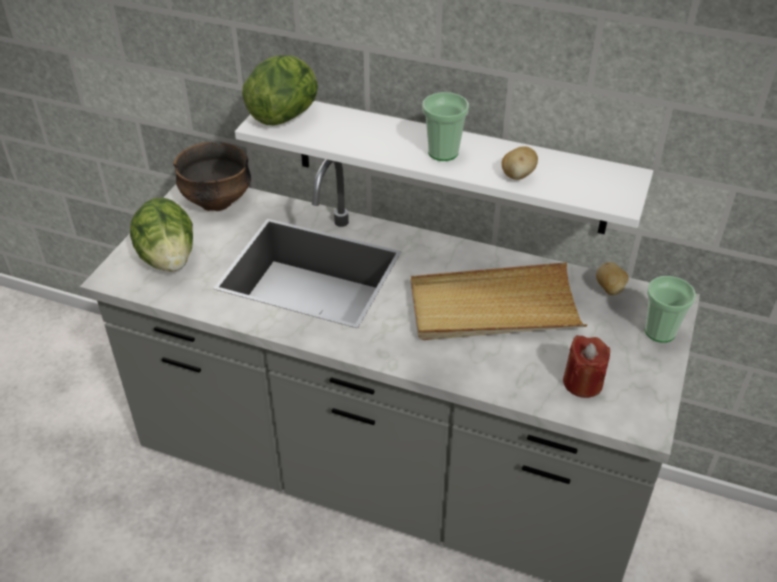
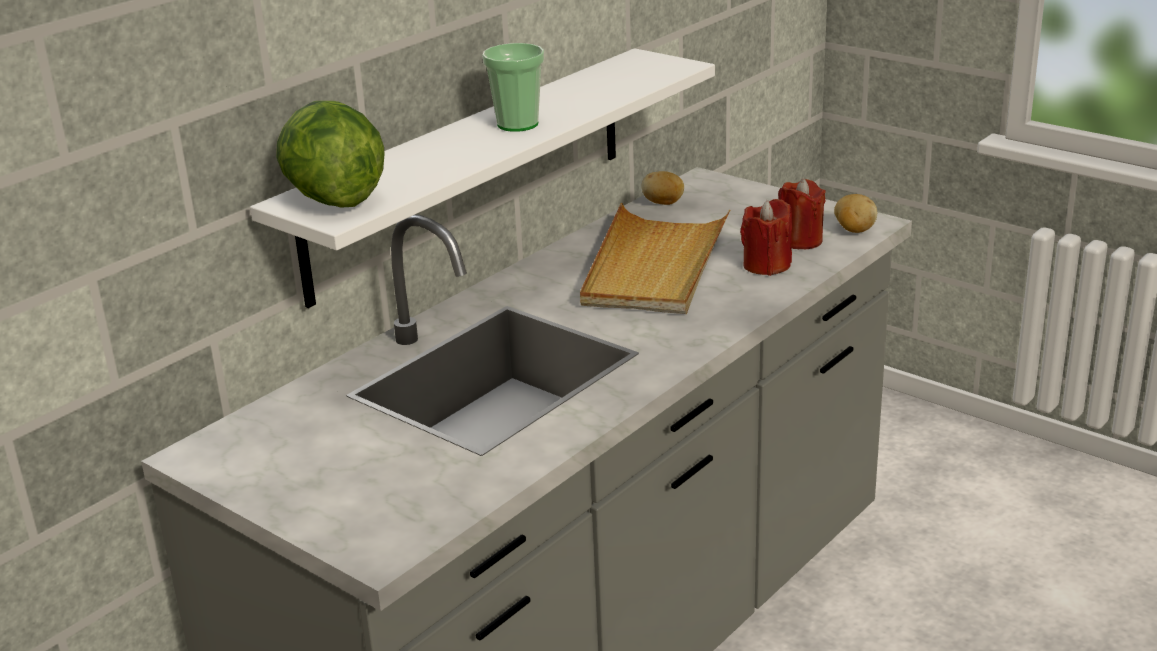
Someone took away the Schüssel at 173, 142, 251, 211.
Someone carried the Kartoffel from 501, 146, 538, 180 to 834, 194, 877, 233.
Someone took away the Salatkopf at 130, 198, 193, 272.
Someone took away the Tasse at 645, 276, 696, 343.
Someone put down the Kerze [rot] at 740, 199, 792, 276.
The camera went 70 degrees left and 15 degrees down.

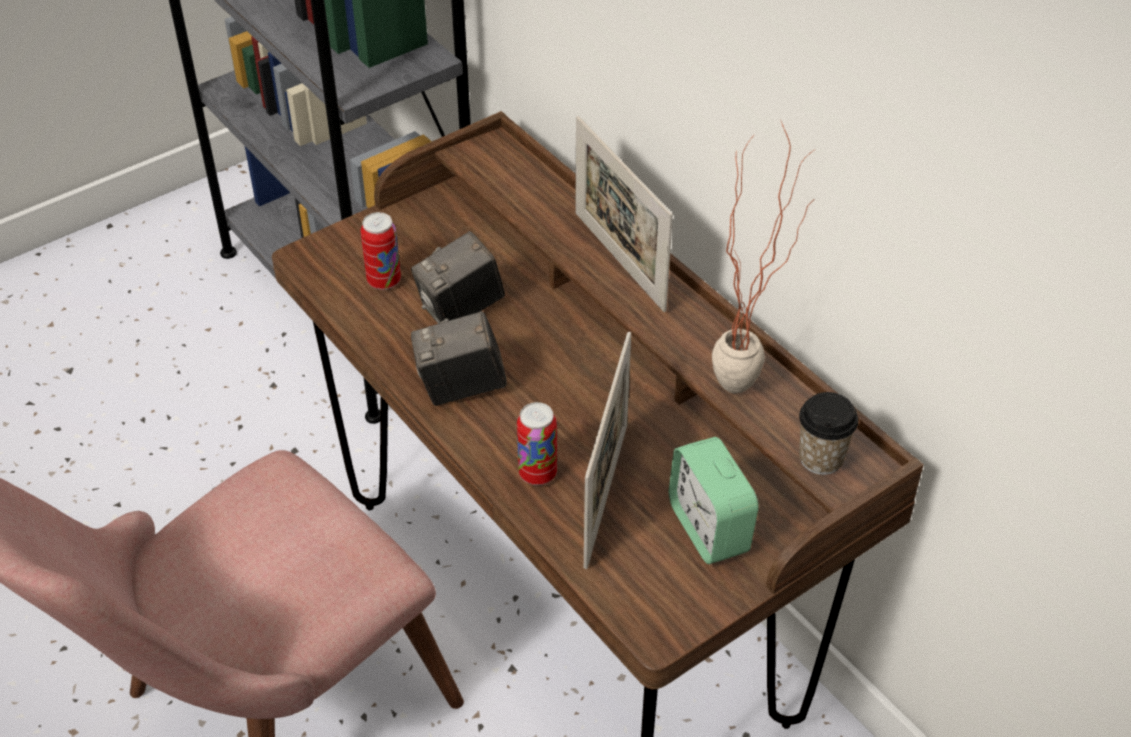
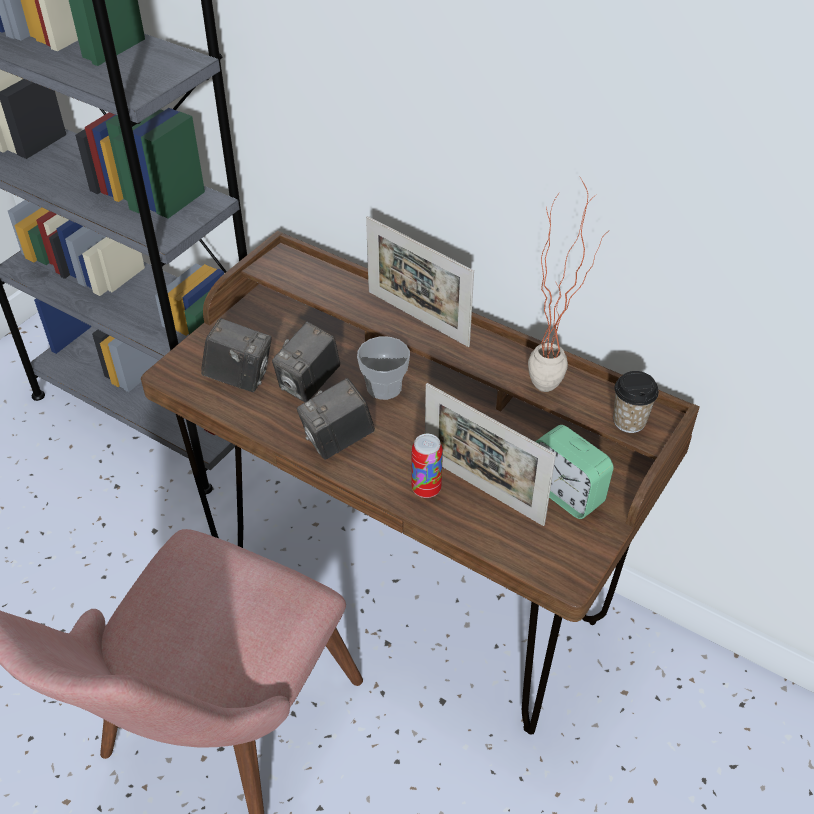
Someone swapped the Dose at 361, 212, 401, 290 for the Kamera at 201, 318, 272, 392.
Someone rotated the Bilderrahmen at 584, 332, 631, 569 by 135 degrees clockwise.
Someone put down the Tasse at 357, 336, 410, 400.
The camera went 20 degrees left and 0 degrees up.

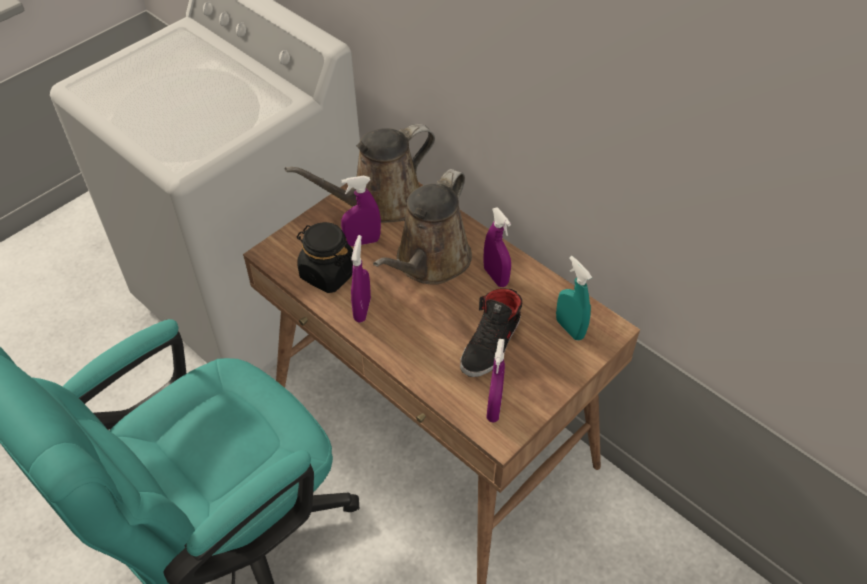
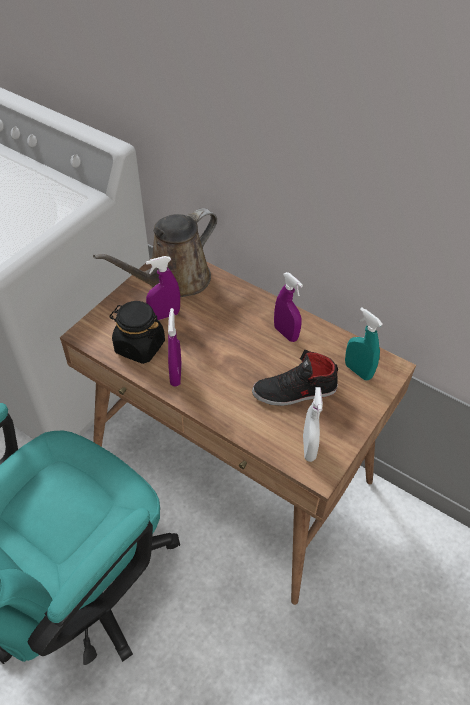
Someone took away the Gießkanne [braun] at 373, 169, 472, 284.
Someone rotated the Schuh [schwarz] at 460, 288, 522, 377 by 60 degrees clockwise.
Someone repainted the Sprühflasche [lila] at 486, 339, 505, 422, which became the Sprühflasche [weiß] at 303, 387, 323, 462.
The camera went 10 degrees left and 0 degrees up.

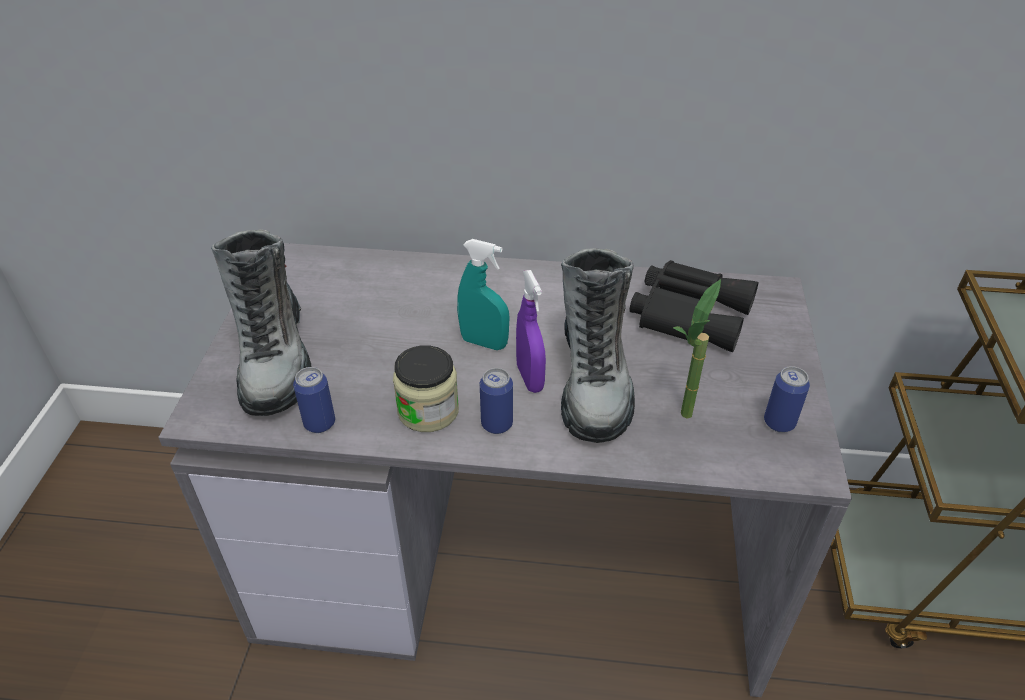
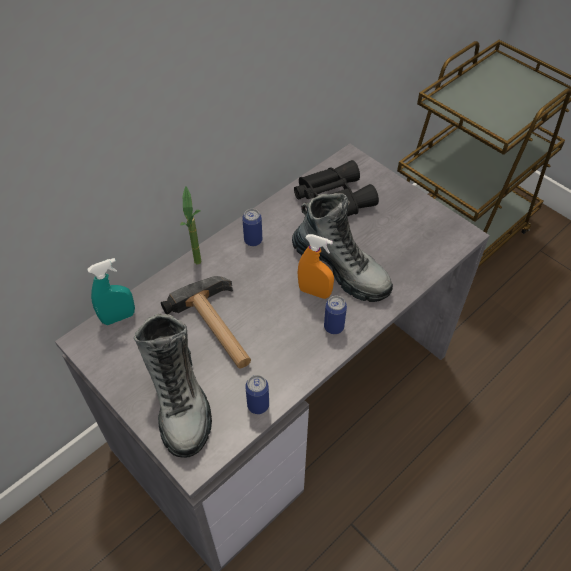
Someone rotated the Stiefel at 211, 229, 311, 416 by 45 degrees clockwise.
Someone carried the Sprühflasche [türkis] from 457, 239, 510, 350 to 87, 258, 135, 325.
Someone repainted the Sprühflasche [lila] at 516, 270, 546, 393, which became the Sprühflasche [orange] at 298, 234, 334, 299.
Someone carried the Topfpflanze from 673, 279, 721, 418 to 180, 186, 201, 264.
Someone took away the Vorratsglas at 393, 345, 459, 432.
Someone carried the Dose from 764, 366, 810, 433 to 242, 209, 262, 246.
Someone put down the Hammer at 161, 276, 251, 368.
The camera went 50 degrees left and 10 degrees up.

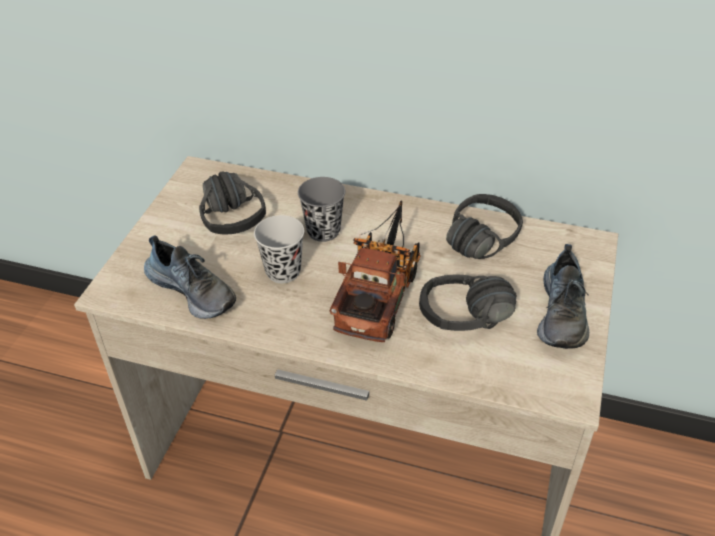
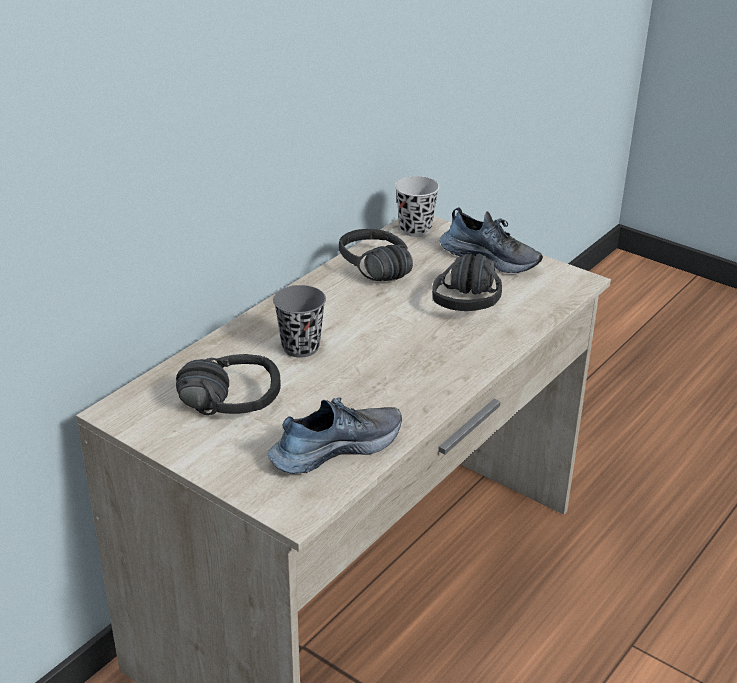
Someone took away the Spielzeuglaster at 330, 200, 421, 342.
Someone carried the Tasse [schwarz] from 254, 215, 304, 283 to 395, 176, 439, 237.
The camera went 70 degrees left and 10 degrees down.

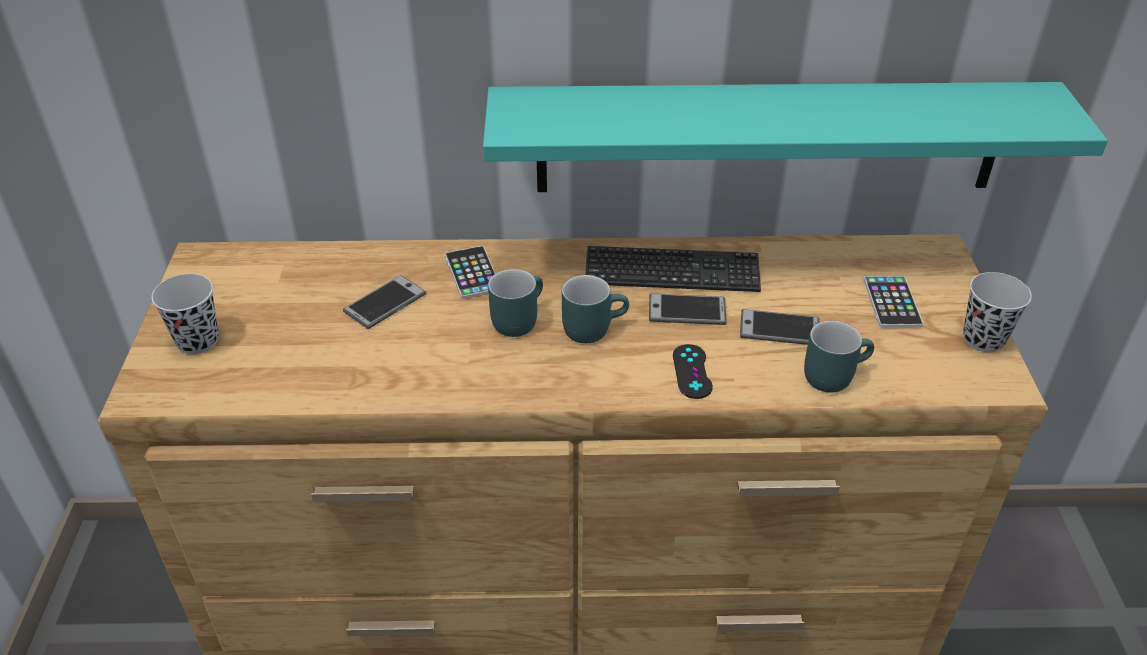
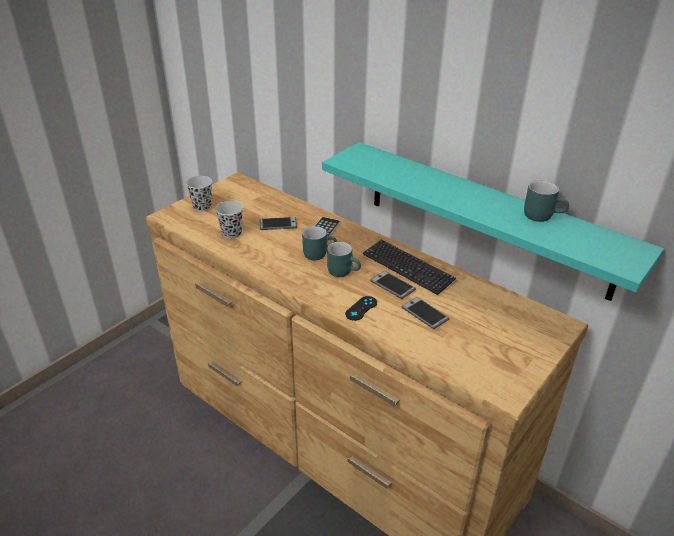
Someone carried the Tasse [schwarz] from 963, 272, 1032, 352 to 215, 201, 243, 239.
Someone took away the Handy at 864, 276, 923, 328.
Someone carried the Henkelbecher [türkis] from 804, 321, 874, 393 to 524, 181, 569, 222.
The camera went 40 degrees right and 5 degrees down.

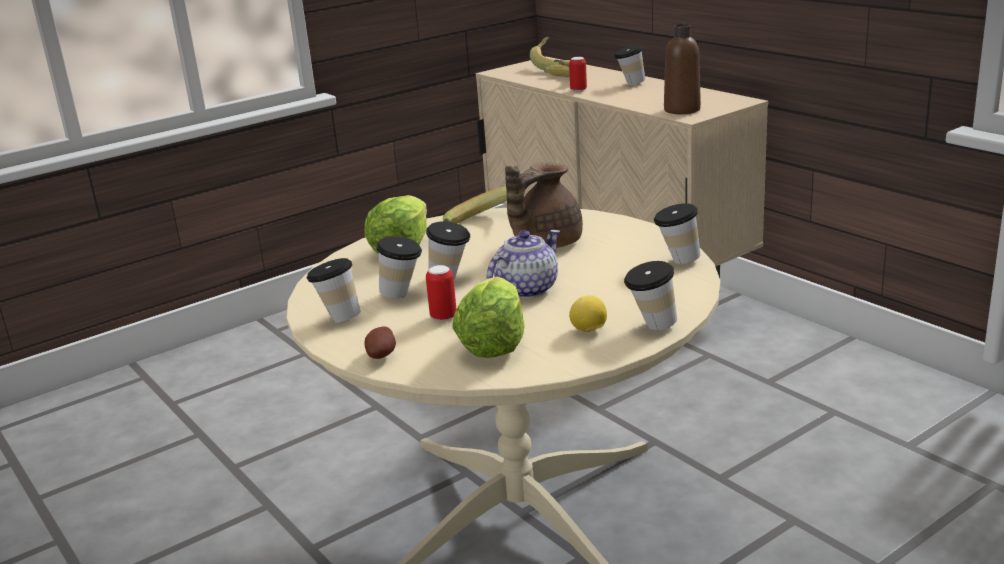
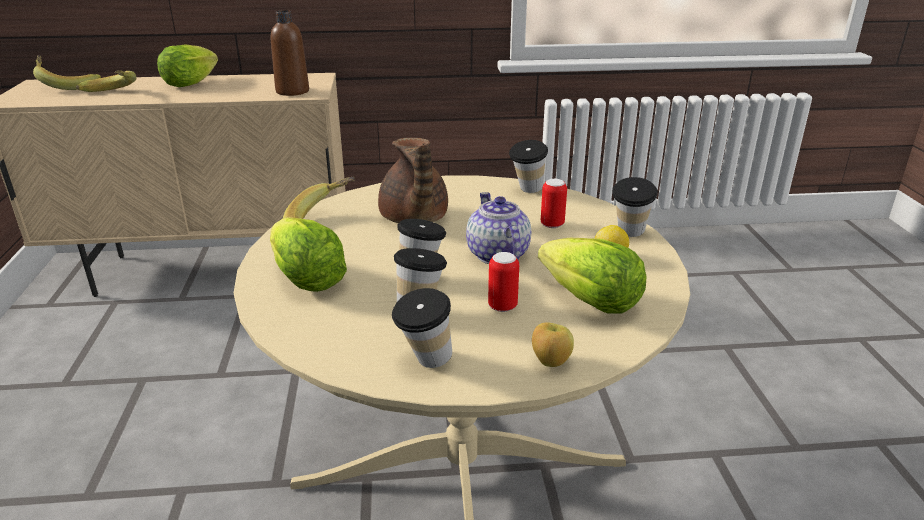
Someone swapped the Tasse at 614, 45, 645, 85 for the Salatkopf at 157, 44, 218, 87.
Someone carried the Dose from 569, 57, 587, 92 to 541, 179, 567, 228.
Someone swapped the Kartoffel at 364, 326, 396, 359 for the Apfel at 532, 322, 574, 367.
The camera went 60 degrees left and 5 degrees up.

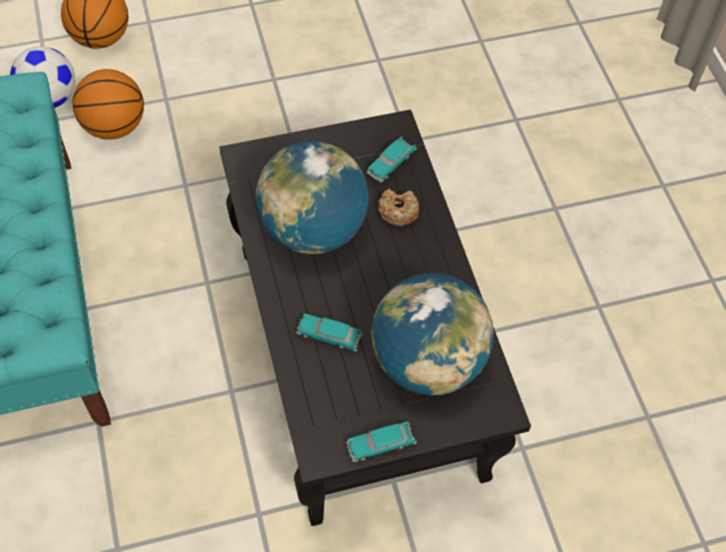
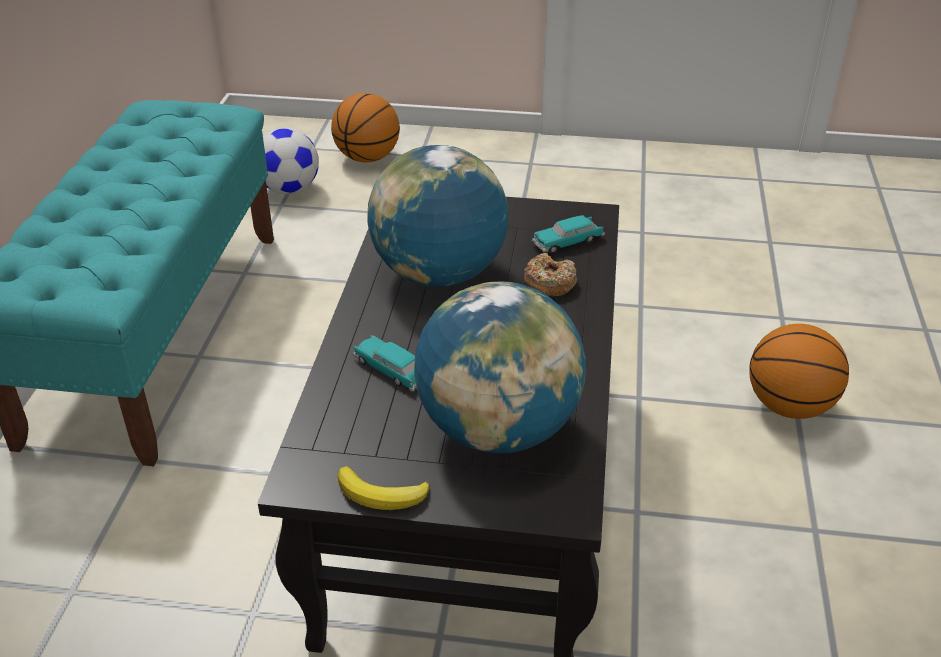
Someone carried the Basketball from 72, 69, 144, 140 to 749, 324, 849, 419.
Someone swapped the Spielzeugauto at 346, 422, 417, 462 for the Banane at 338, 466, 430, 510.
The camera went 25 degrees right and 20 degrees down.

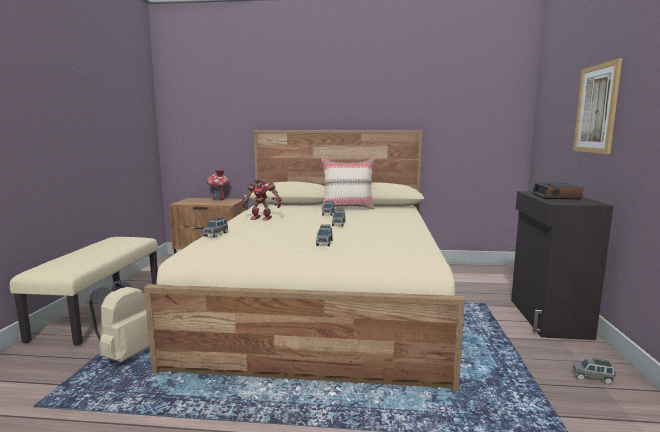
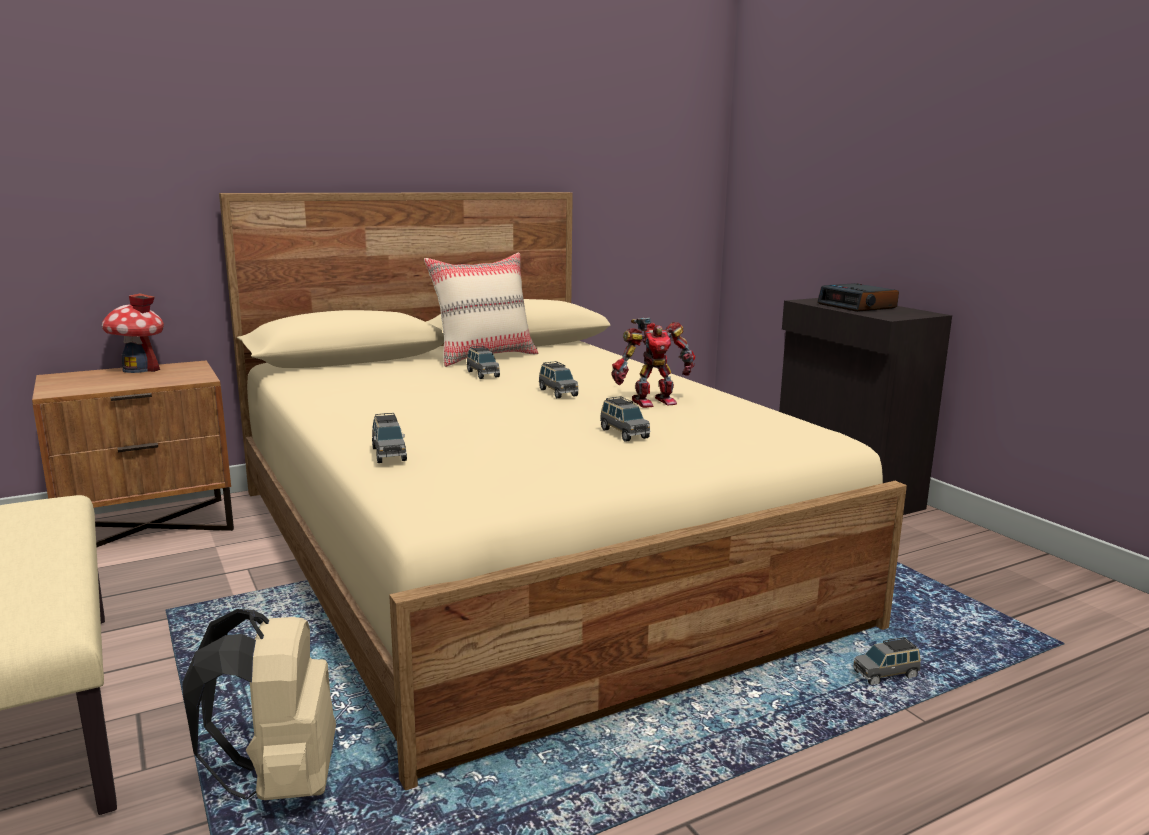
Someone took away the Bild at 573, 58, 622, 154.
Someone carried the Spielzeugroboter from 241, 179, 282, 220 to 612, 318, 695, 408.
Someone carried the Spielzeugauto [grau] from 573, 358, 616, 384 to 853, 637, 921, 685.
The camera went 35 degrees left and 5 degrees up.

